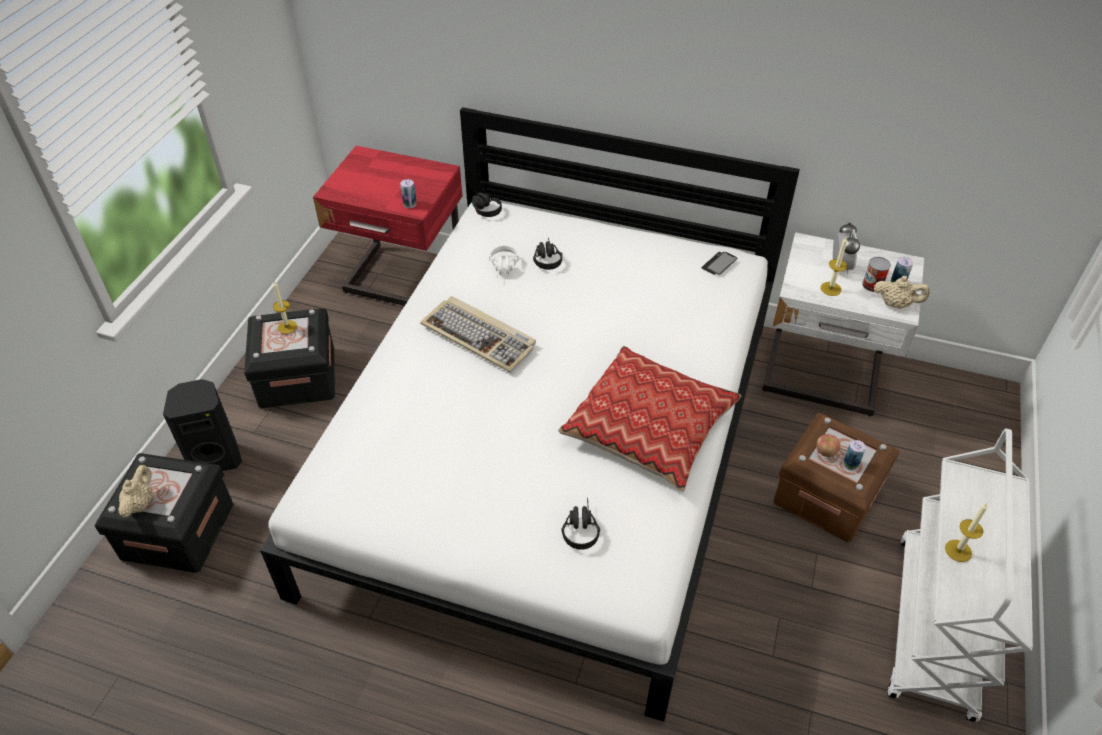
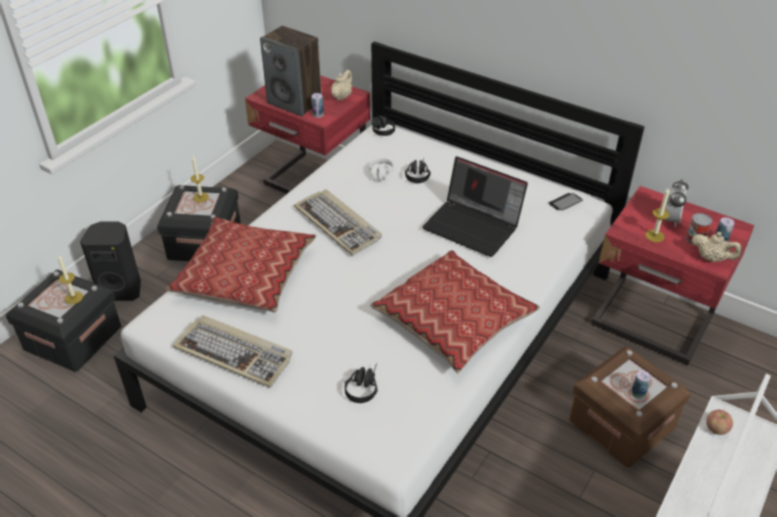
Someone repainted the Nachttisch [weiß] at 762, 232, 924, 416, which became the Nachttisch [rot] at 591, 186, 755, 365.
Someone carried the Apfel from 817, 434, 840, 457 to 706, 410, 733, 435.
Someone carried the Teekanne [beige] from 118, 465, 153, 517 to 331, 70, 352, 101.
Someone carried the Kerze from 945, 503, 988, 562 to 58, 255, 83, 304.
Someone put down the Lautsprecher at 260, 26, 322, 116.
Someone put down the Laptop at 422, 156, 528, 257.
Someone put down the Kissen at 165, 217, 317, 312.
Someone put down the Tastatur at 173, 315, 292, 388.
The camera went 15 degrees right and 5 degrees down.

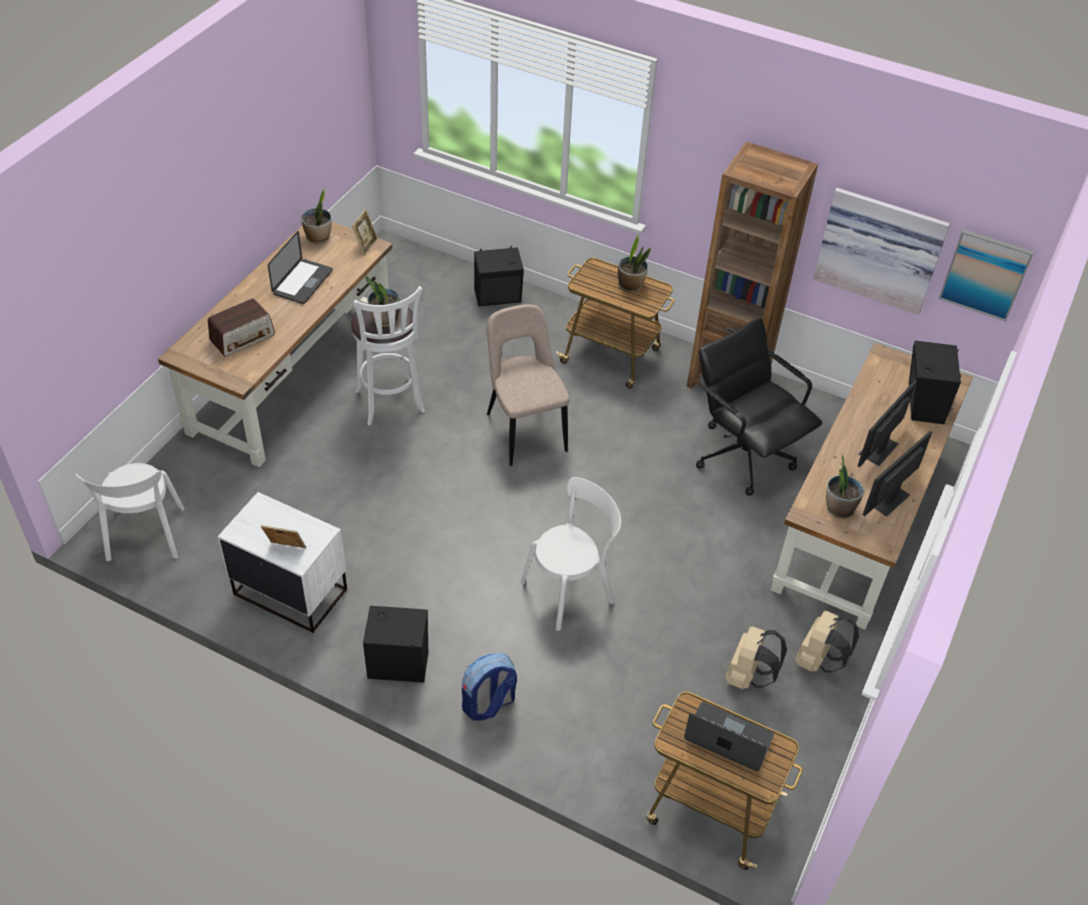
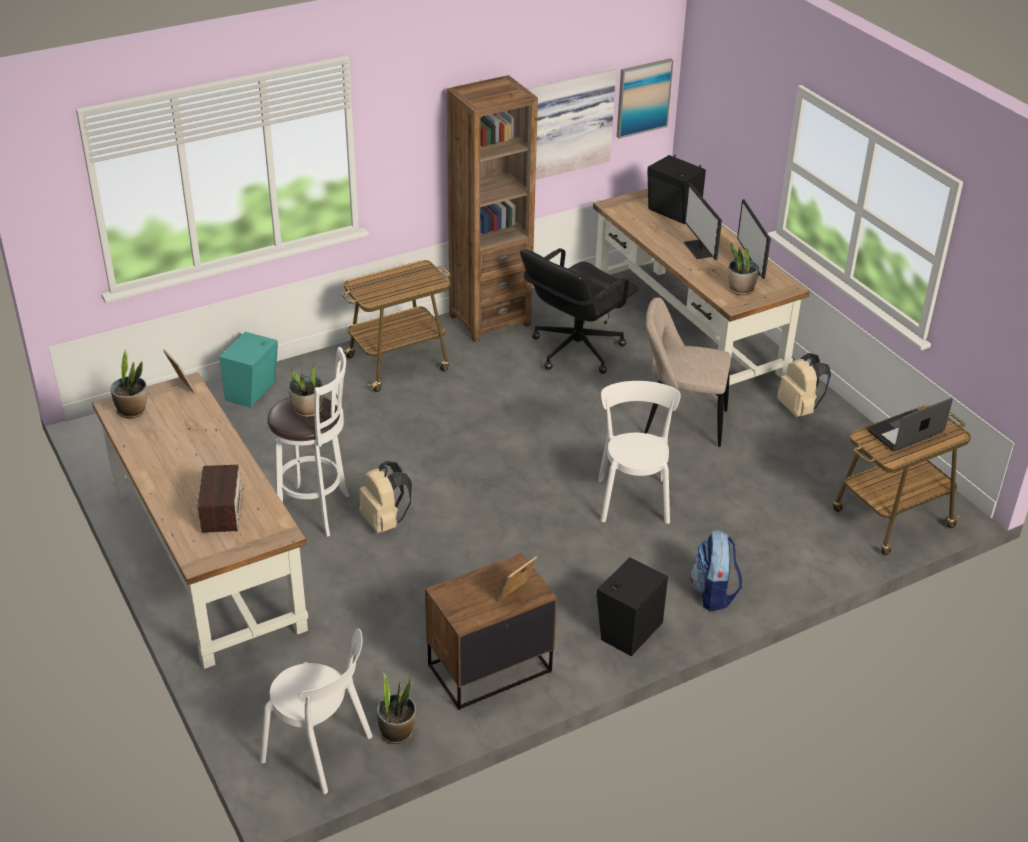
Someone took away the Laptop at 268, 231, 333, 304.
Someone carried the Topfpflanze from 618, 233, 651, 293 to 377, 673, 416, 744.
Someone repainted the Lautsprecher [schwarz] at 474, 246, 524, 306, which became the Lautsprecher [türkis] at 219, 332, 278, 408.
Someone carried the Stuhl [beige] from 487, 304, 570, 466 to 644, 297, 731, 447.
Someone rotated the Bürostuhl [schwarz] at 696, 318, 822, 496 by 45 degrees counterclockwise.
Someone repainted the Nachttisch [weiß] at 218, 492, 347, 633, which became the Nachttisch [braun] at 425, 553, 557, 710.
Someone carried the Rucksack [beige] from 725, 627, 787, 689 to 359, 461, 412, 533.
The camera went 55 degrees left and 10 degrees down.

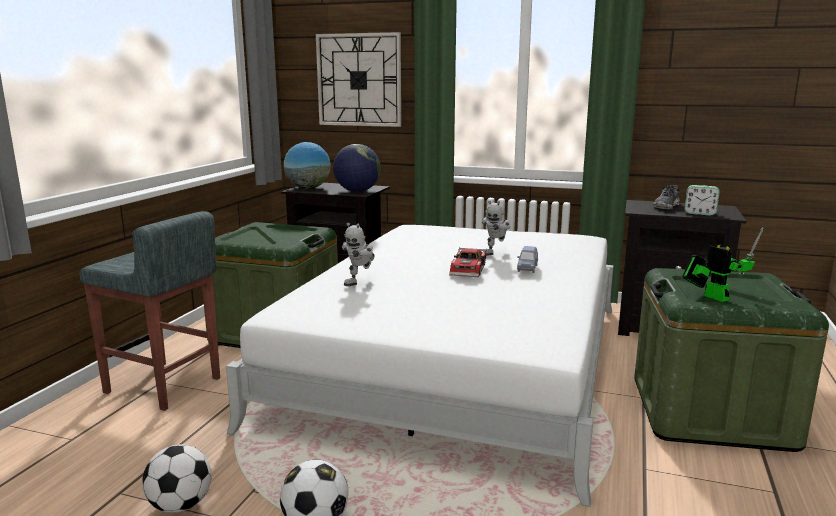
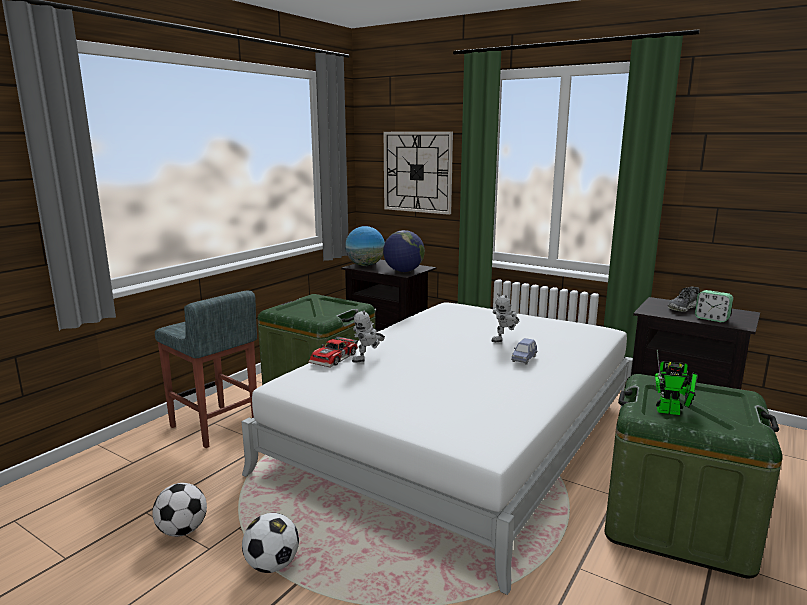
Someone rotated the Spielzeugroboter at 682, 227, 764, 302 by 120 degrees clockwise.
Someone carried the Spielzeugauto from 449, 247, 487, 277 to 308, 336, 359, 367.
The camera went 15 degrees right and 0 degrees up.

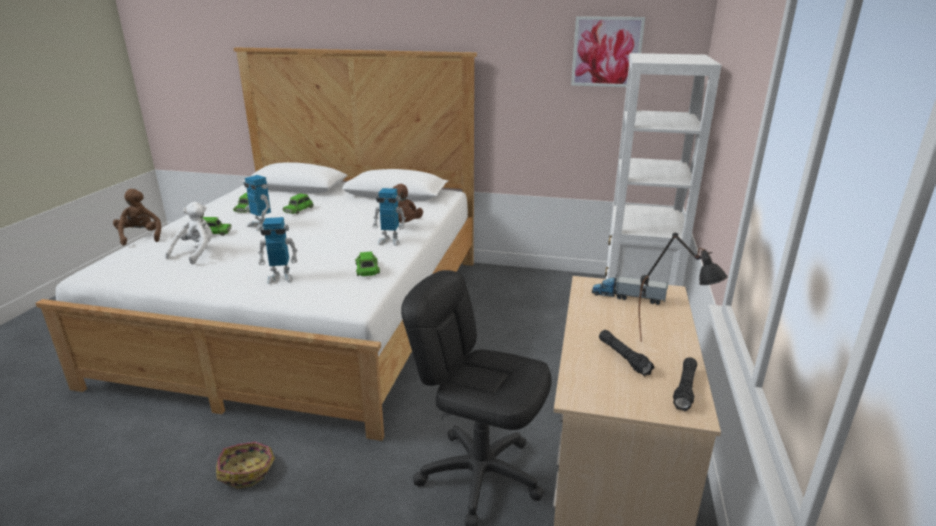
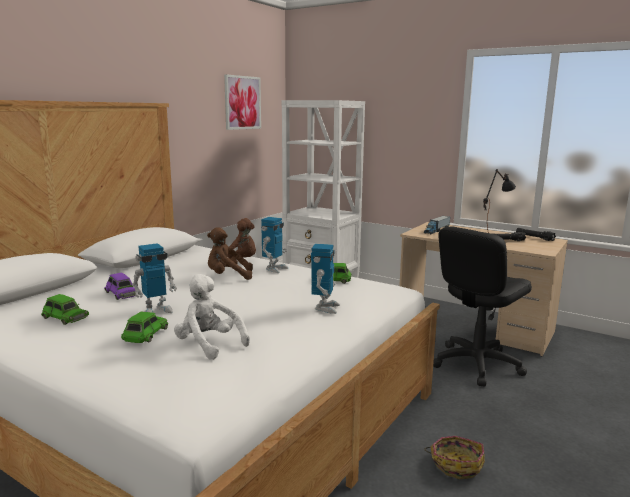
Someone carried the Plüschtier [braun] from 113, 189, 161, 245 to 207, 227, 253, 280.
Someone repainted the Spielzeugauto [grün] at 283, 193, 314, 214, which became the Spielzeugauto [lila] at 104, 273, 135, 300.
The camera went 70 degrees left and 10 degrees down.

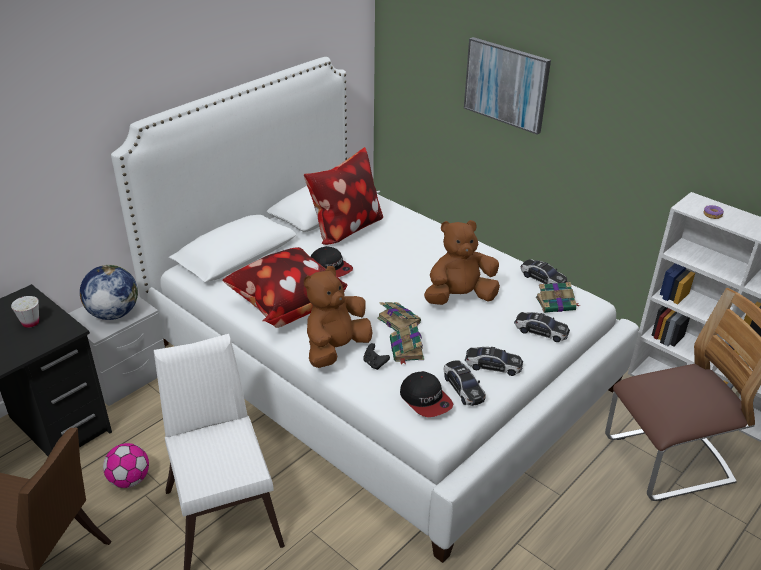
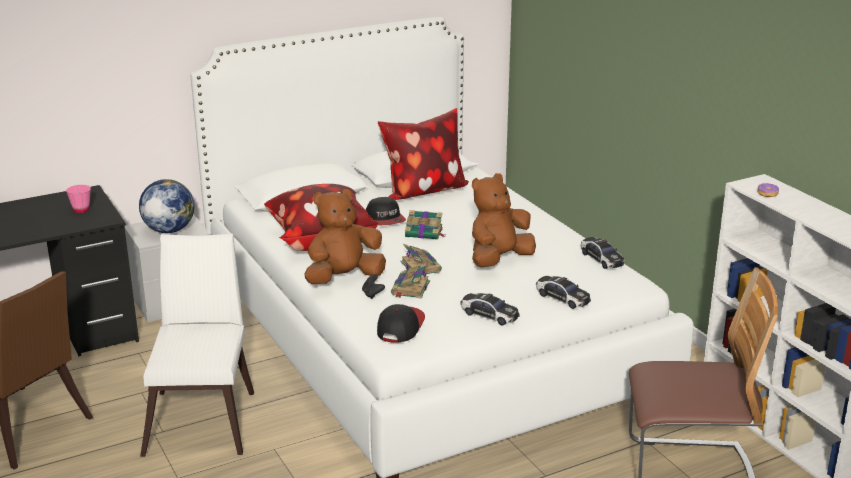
Someone took away the Bild at 464, 37, 551, 135.
Someone rotated the Plüschtier [braun] at 424, 220, 500, 305 by 45 degrees counterclockwise.
Someone carried the Buch from 536, 282, 580, 313 to 405, 210, 445, 240.
Someone repainted the Tasse [weiß] at 11, 296, 39, 328, which became the Tasse [rosa] at 66, 185, 91, 213.
Someone took away the Spielzeugauto at 443, 360, 486, 406.
Someone rotated the Kappe at 400, 371, 453, 417 by 150 degrees counterclockwise.
Someone took away the Fußball at 103, 443, 149, 488.
The camera went 20 degrees right and 10 degrees down.

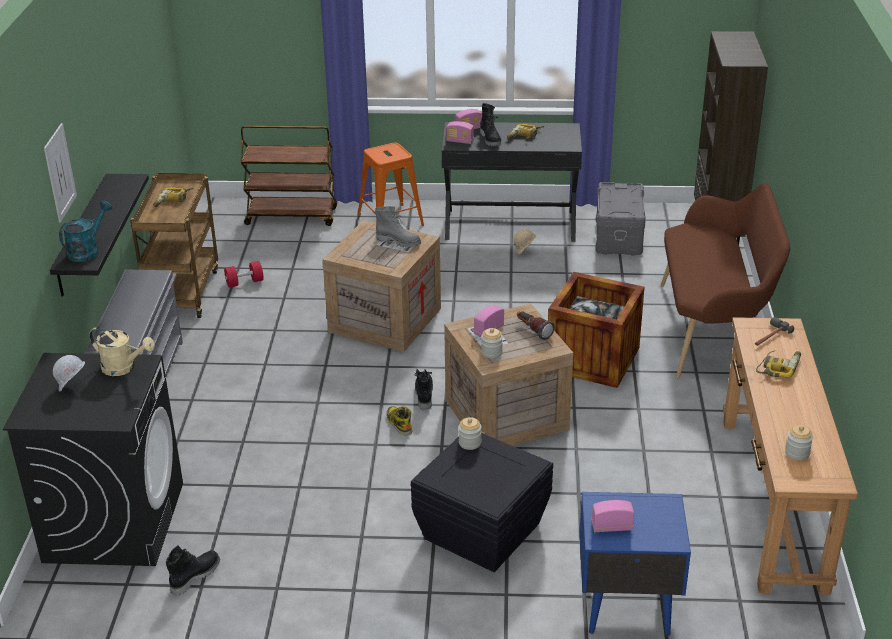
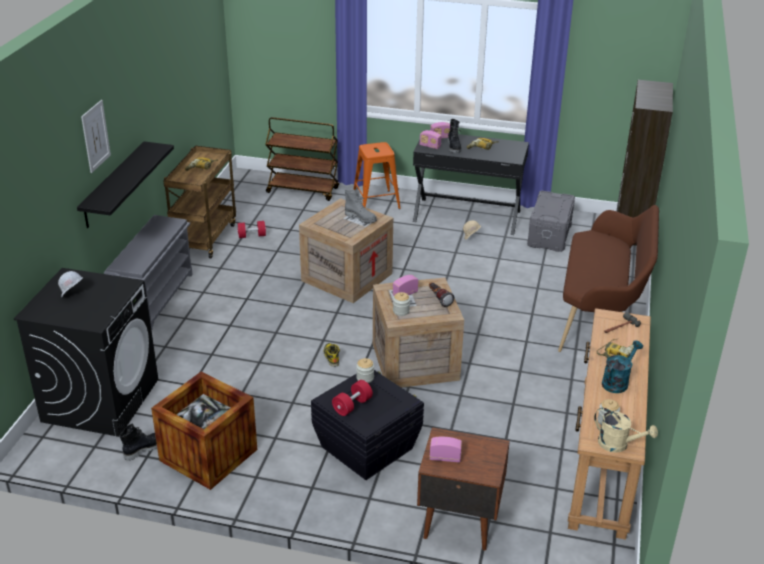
Someone carried the Gießkanne [türkis] from 59, 200, 112, 262 to 602, 340, 643, 393.
Someone carried the Kiste from 548, 272, 645, 388 to 151, 371, 257, 490.
Someone carried the Gießkanne [beige] from 89, 327, 155, 376 to 594, 408, 658, 453.
Someone took away the Stiefel [schwarz] at 414, 369, 433, 410.
Someone repainted the Nachttisch [blau] at 579, 492, 691, 636, which became the Nachttisch [braun] at 417, 427, 510, 550.
Someone put down the Hantel [rot] at 332, 380, 373, 416.
The camera went 10 degrees right and 0 degrees up.

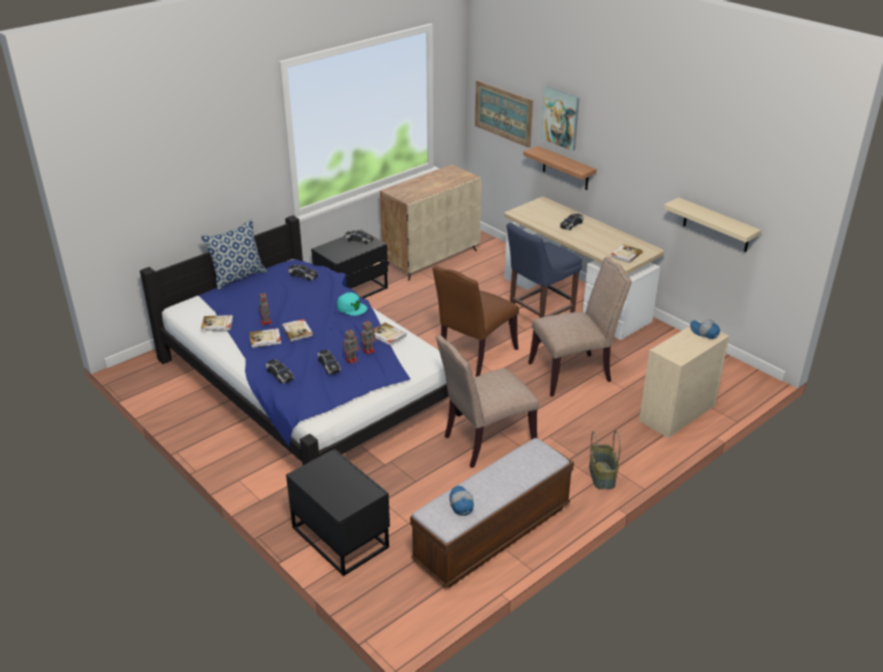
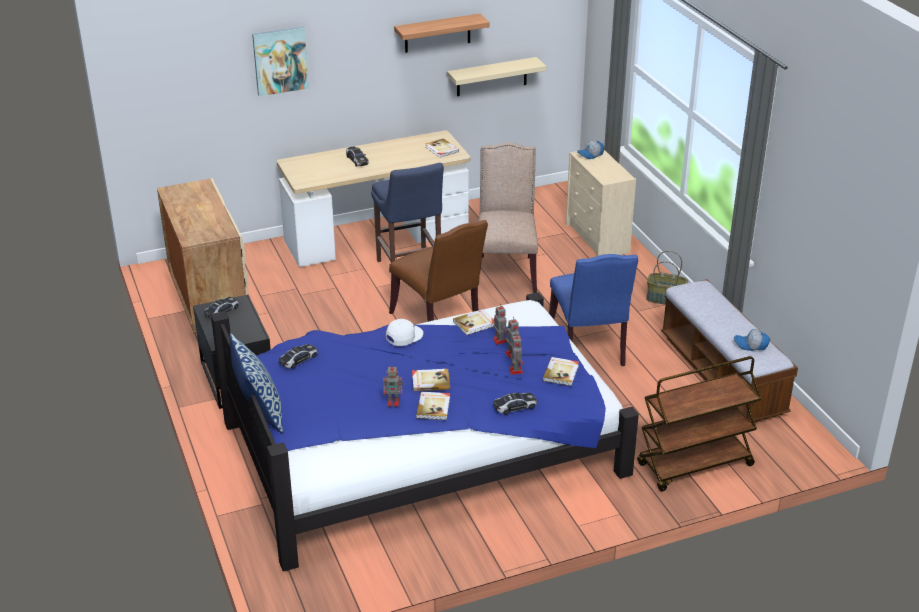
Someone took away the Bild at 475, 80, 533, 148.
Someone carried the Wandregal from 523, 146, 597, 190 to 394, 14, 490, 53.
Someone repainted the Kappe [türkis] at 337, 292, 367, 316, which became the Kappe [weiß] at 386, 319, 423, 346.
Someone carried the Buch from 201, 315, 233, 331 to 543, 357, 579, 386.
Someone repainted the Stuhl [beige] at 436, 335, 539, 468, which became the Stuhl [blau] at 549, 254, 638, 366.
Someone swapped the Spielzeugauto at 318, 350, 341, 374 for the Spielzeugroboter at 509, 336, 524, 375.
Someone swapped the Nachttisch [schwarz] at 286, 449, 390, 576 for the Rollwagen [braun] at 637, 356, 762, 491.
The camera went 70 degrees left and 0 degrees up.

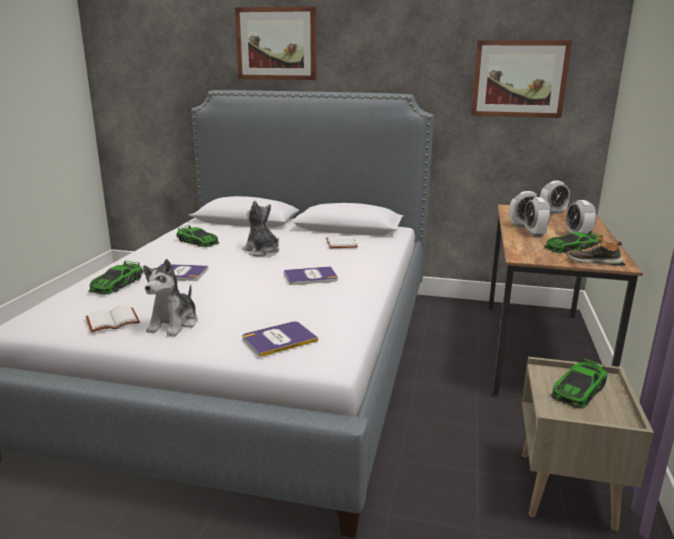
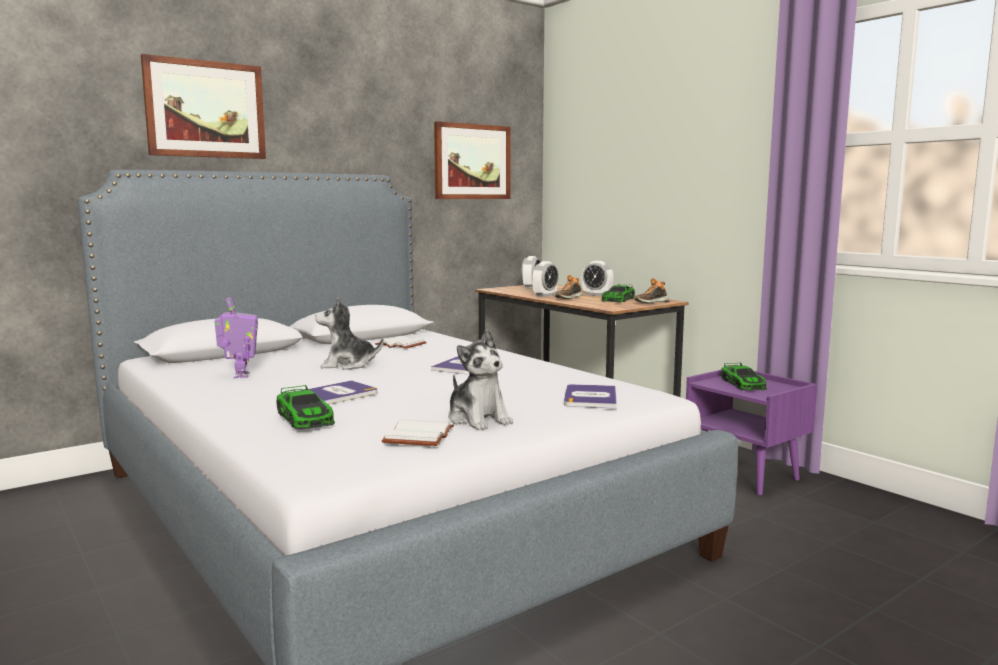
Someone swapped the Wecker at 524, 197, 551, 237 for the Schuh at 555, 275, 583, 299.
Someone swapped the Spielzeugauto at 176, 225, 219, 247 for the Spielzeugroboter at 214, 297, 258, 379.
Someone repainted the Nachttisch [beige] at 522, 357, 654, 532, which became the Nachttisch [lila] at 686, 370, 817, 495.
The camera went 50 degrees left and 10 degrees down.

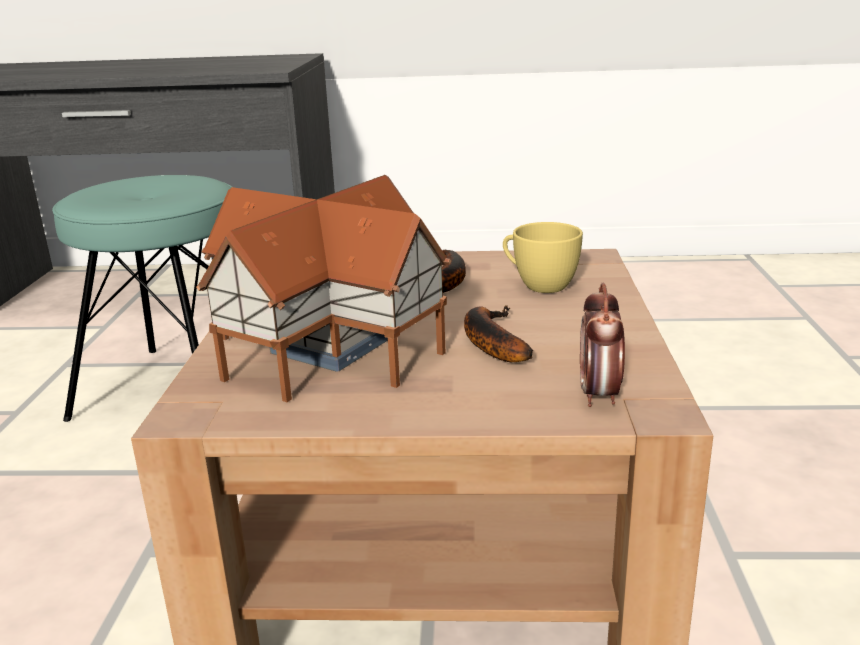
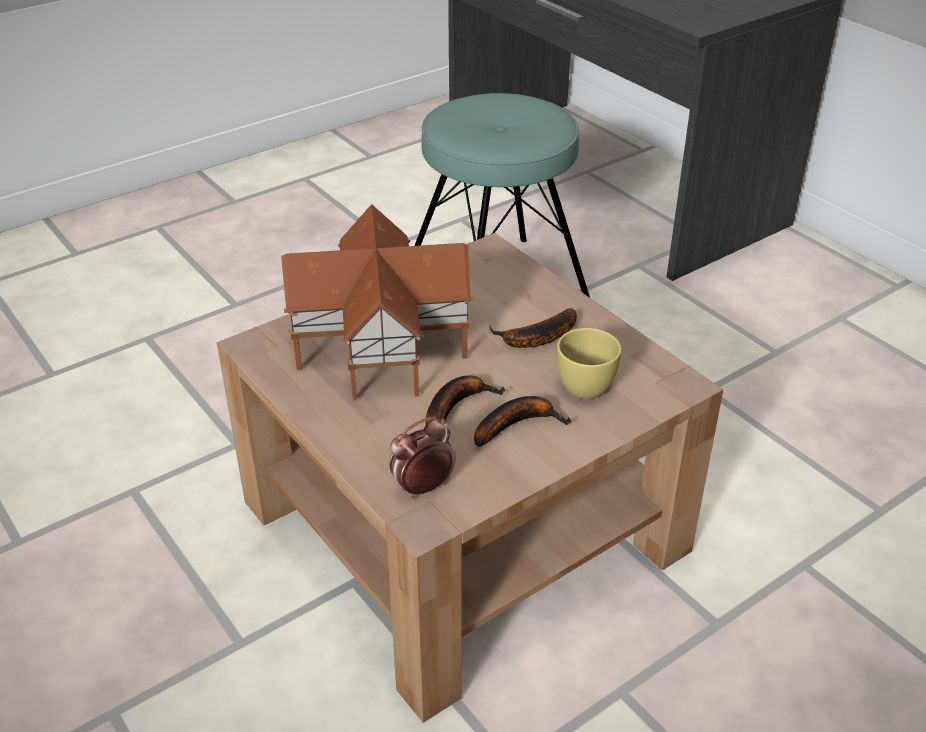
Someone put down the Banane at 474, 396, 571, 447.
The camera went 50 degrees right and 15 degrees up.

